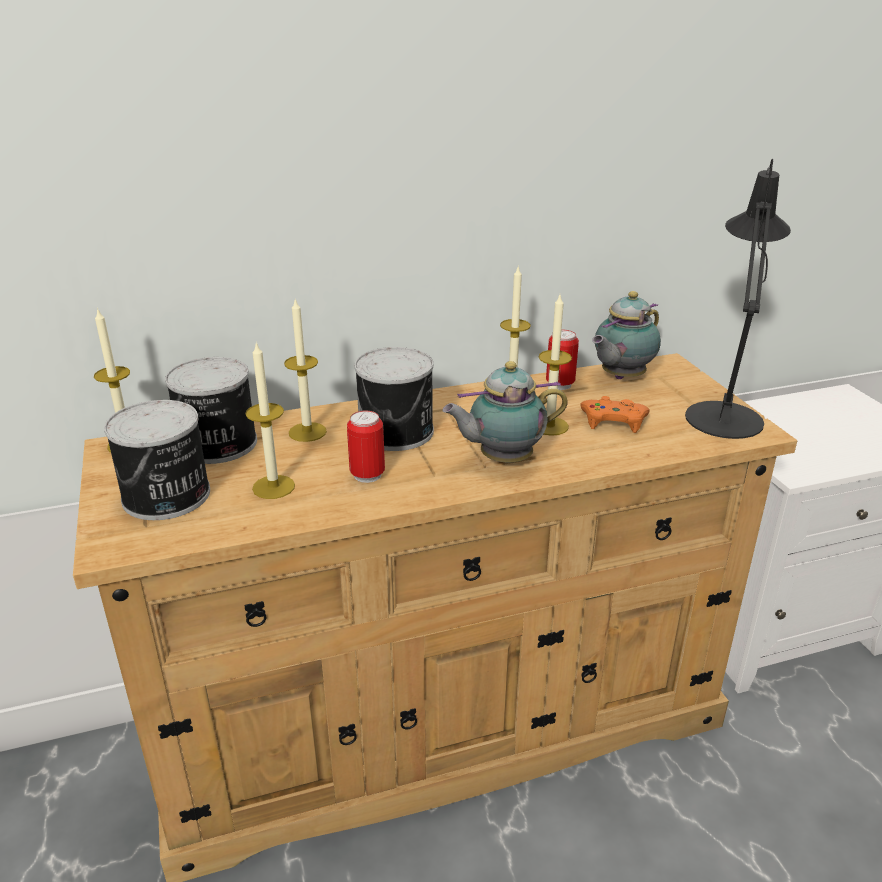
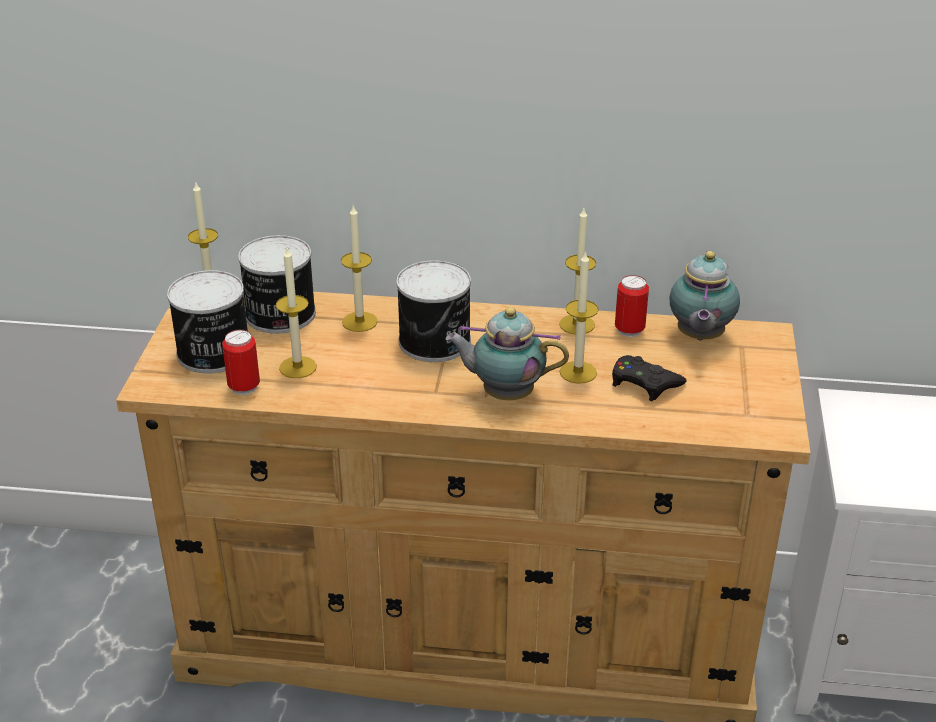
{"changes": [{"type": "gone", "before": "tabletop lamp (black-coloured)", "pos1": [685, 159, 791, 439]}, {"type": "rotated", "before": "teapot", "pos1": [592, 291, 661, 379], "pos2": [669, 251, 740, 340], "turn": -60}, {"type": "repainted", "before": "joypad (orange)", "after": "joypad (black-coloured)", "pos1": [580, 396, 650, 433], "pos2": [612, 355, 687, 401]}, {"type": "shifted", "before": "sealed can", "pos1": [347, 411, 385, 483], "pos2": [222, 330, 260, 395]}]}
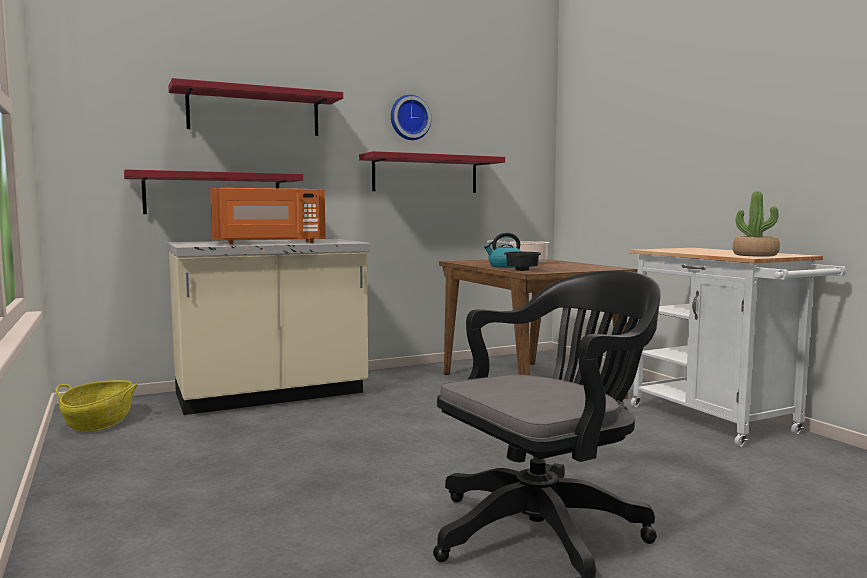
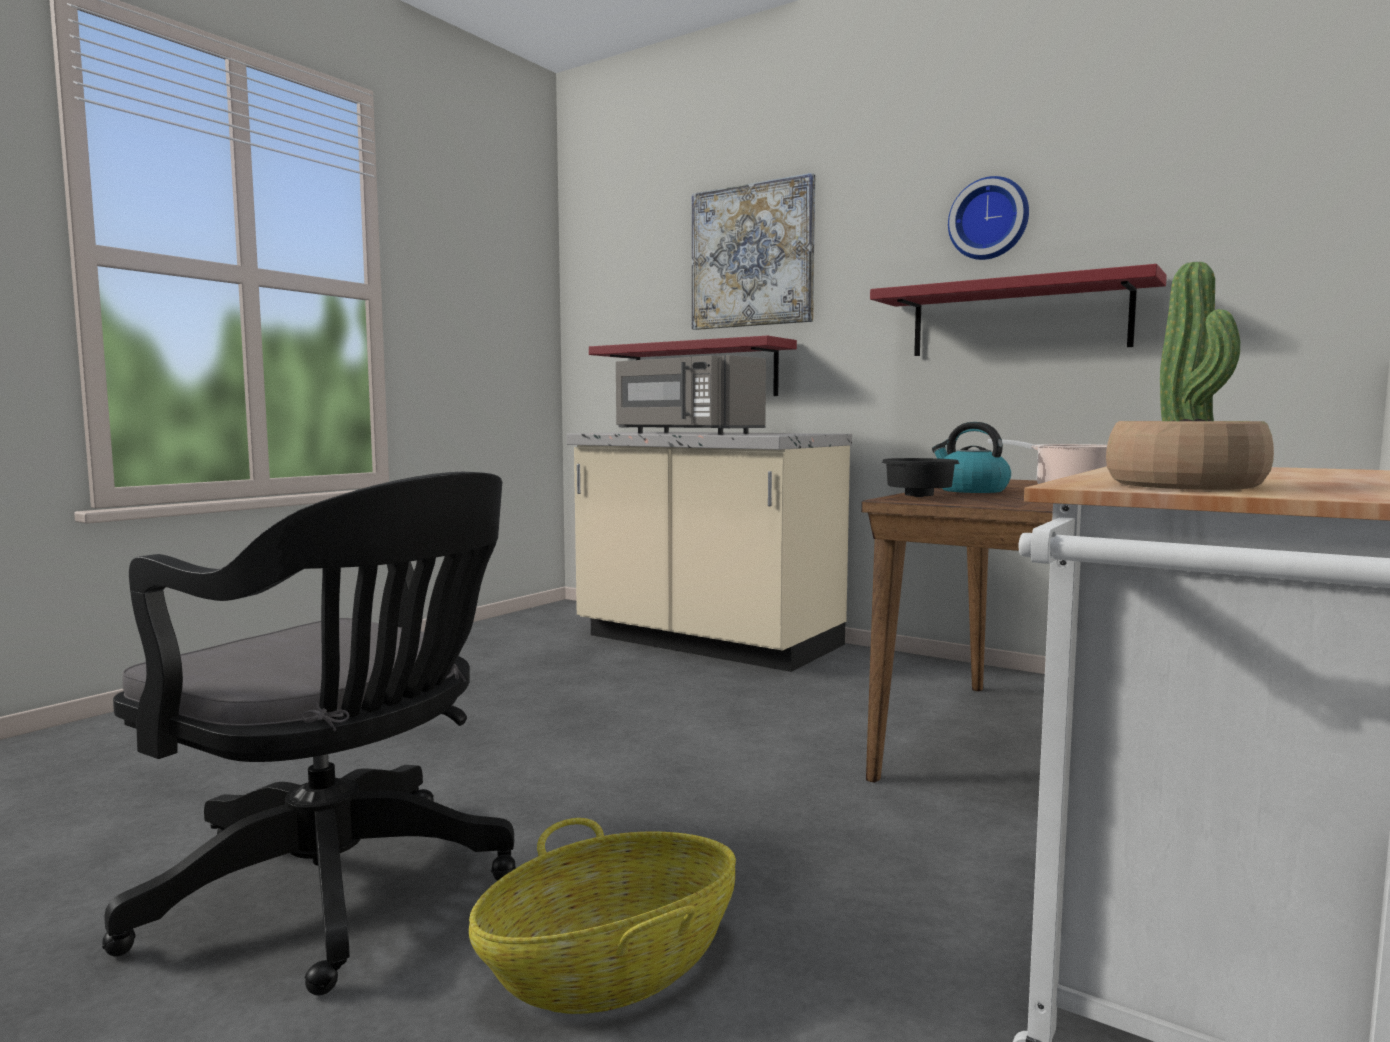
{"changes": [{"type": "swapped", "before": "shelf (red-coloured)", "after": "picture", "pos1": [168, 78, 343, 136], "pos2": [692, 173, 815, 330]}, {"type": "repainted", "before": "microwave oven (orange)", "after": "microwave oven (grey)", "pos1": [210, 188, 326, 244], "pos2": [616, 355, 766, 434]}, {"type": "shifted", "before": "storage basket", "pos1": [55, 380, 138, 432], "pos2": [469, 818, 736, 1014]}]}
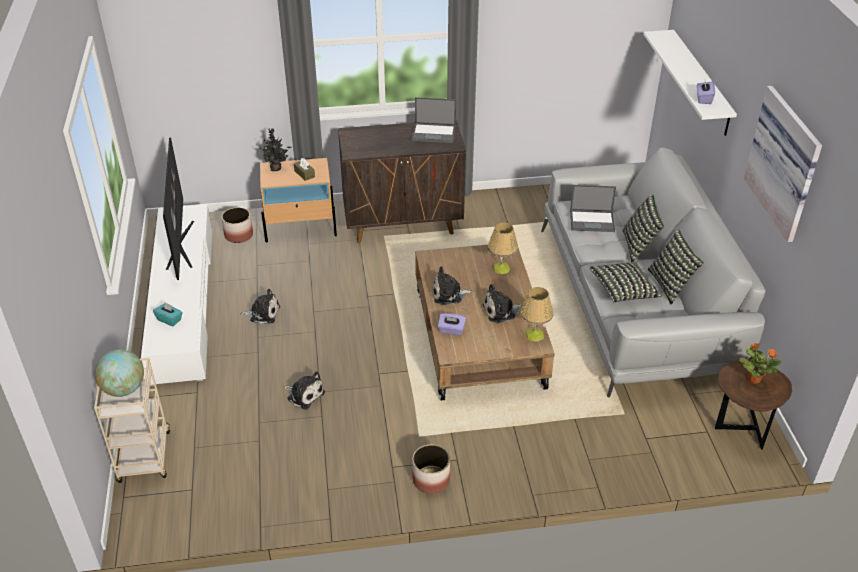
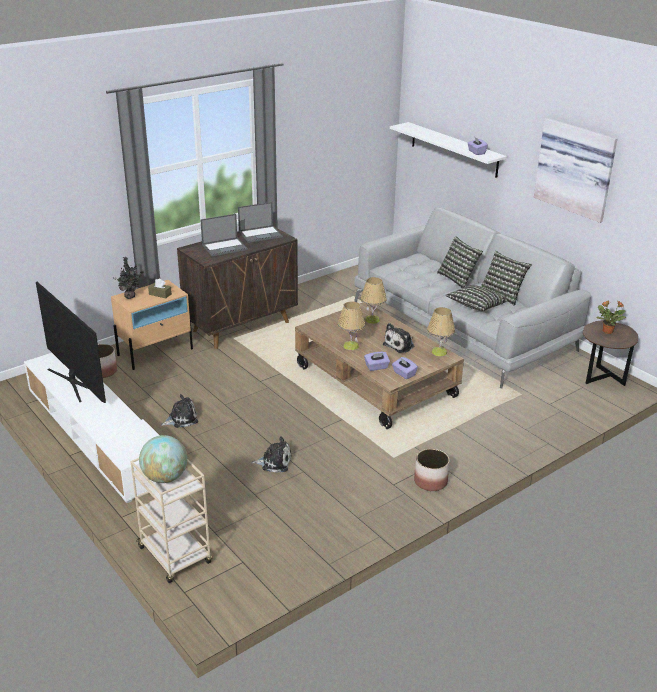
{"changes": [{"type": "shifted", "before": "portable computer", "pos1": [570, 185, 616, 232], "pos2": [200, 214, 248, 256]}, {"type": "swapped", "before": "plush toy", "after": "tabletop lamp", "pos1": [433, 266, 473, 305], "pos2": [338, 301, 365, 350]}, {"type": "gone", "before": "tissue holder (blue-green)", "pos1": [153, 302, 183, 326]}, {"type": "new", "after": "tissue holder (purple-coloured)", "pos2": [392, 357, 418, 379]}]}
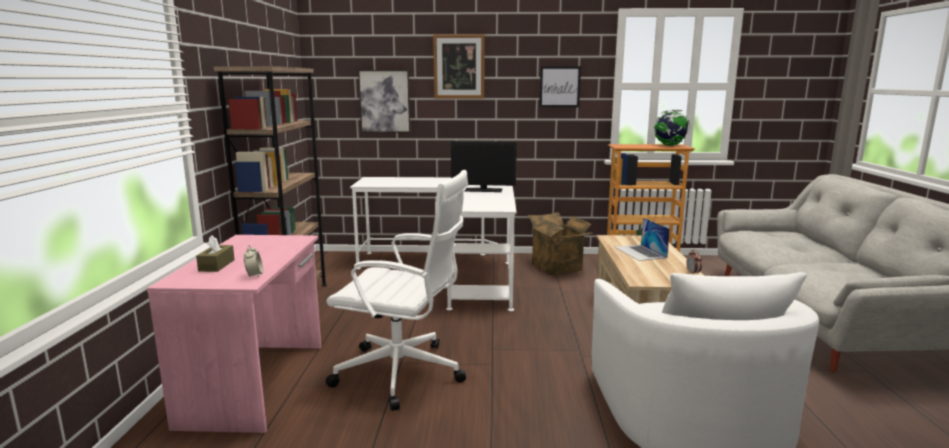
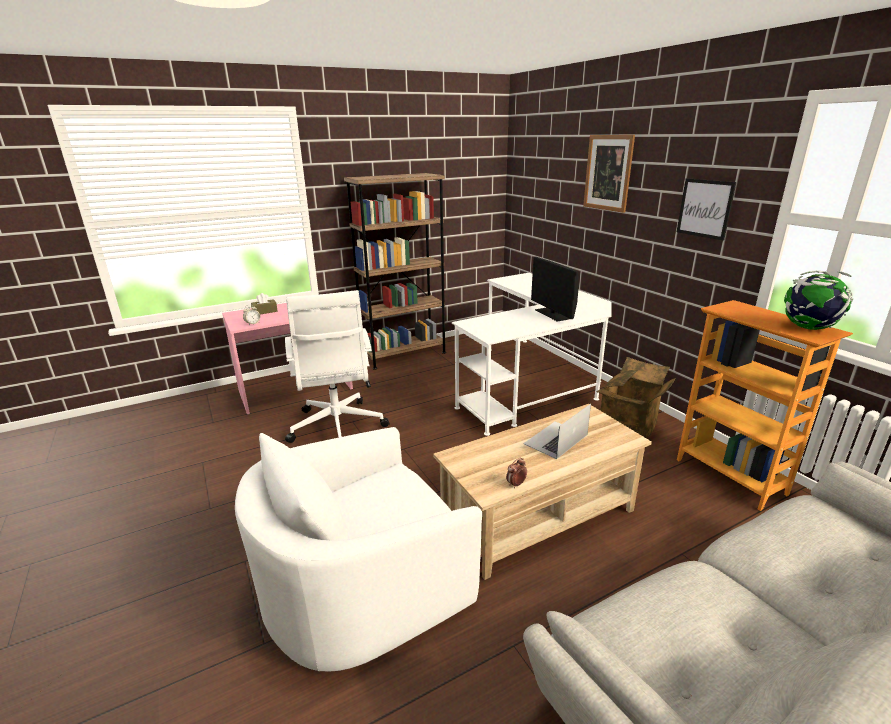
{"changes": [{"type": "gone", "before": "picture", "pos1": [358, 70, 411, 132]}]}
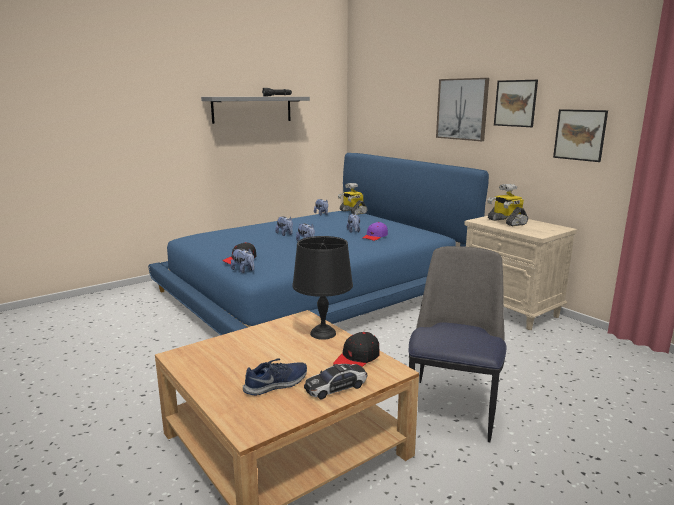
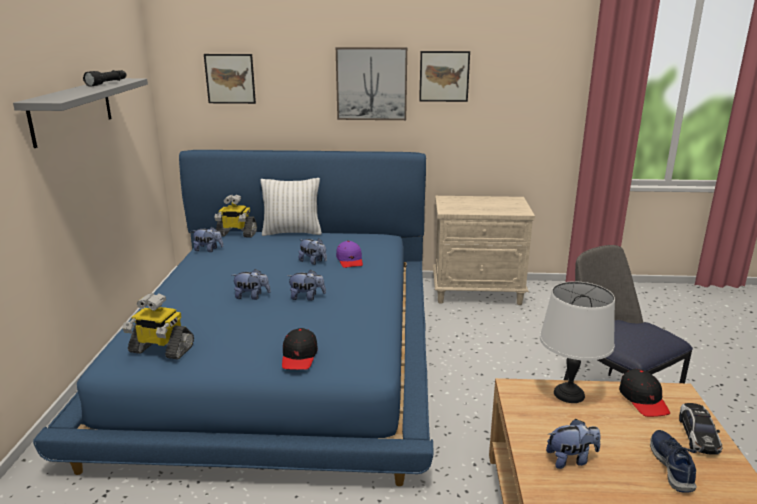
{"changes": [{"type": "shifted", "before": "picture", "pos1": [553, 109, 608, 162], "pos2": [204, 54, 256, 104]}, {"type": "shifted", "before": "toy robot", "pos1": [487, 184, 528, 226], "pos2": [122, 293, 194, 360]}, {"type": "repainted", "before": "tabletop lamp (black-coloured)", "after": "tabletop lamp (whitish)", "pos1": [292, 236, 353, 340], "pos2": [540, 281, 615, 403]}, {"type": "shifted", "before": "plush toy", "pos1": [231, 248, 254, 273], "pos2": [546, 419, 601, 469]}, {"type": "new", "after": "cushion (whitish)", "pos2": [260, 178, 322, 236]}]}
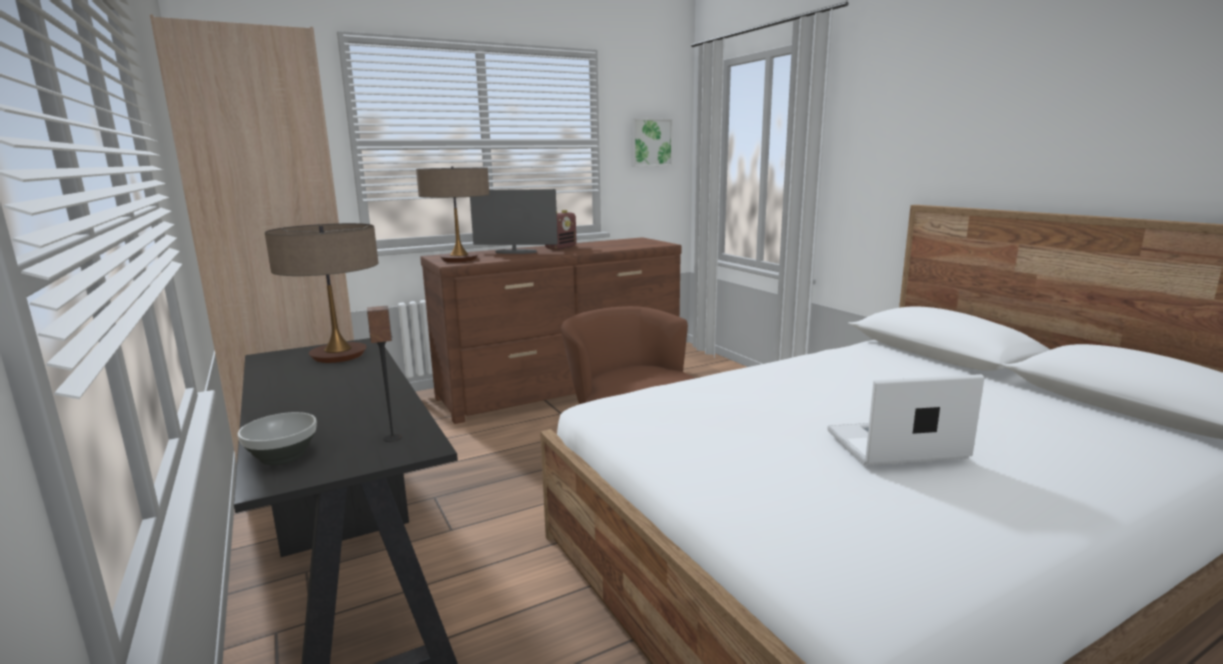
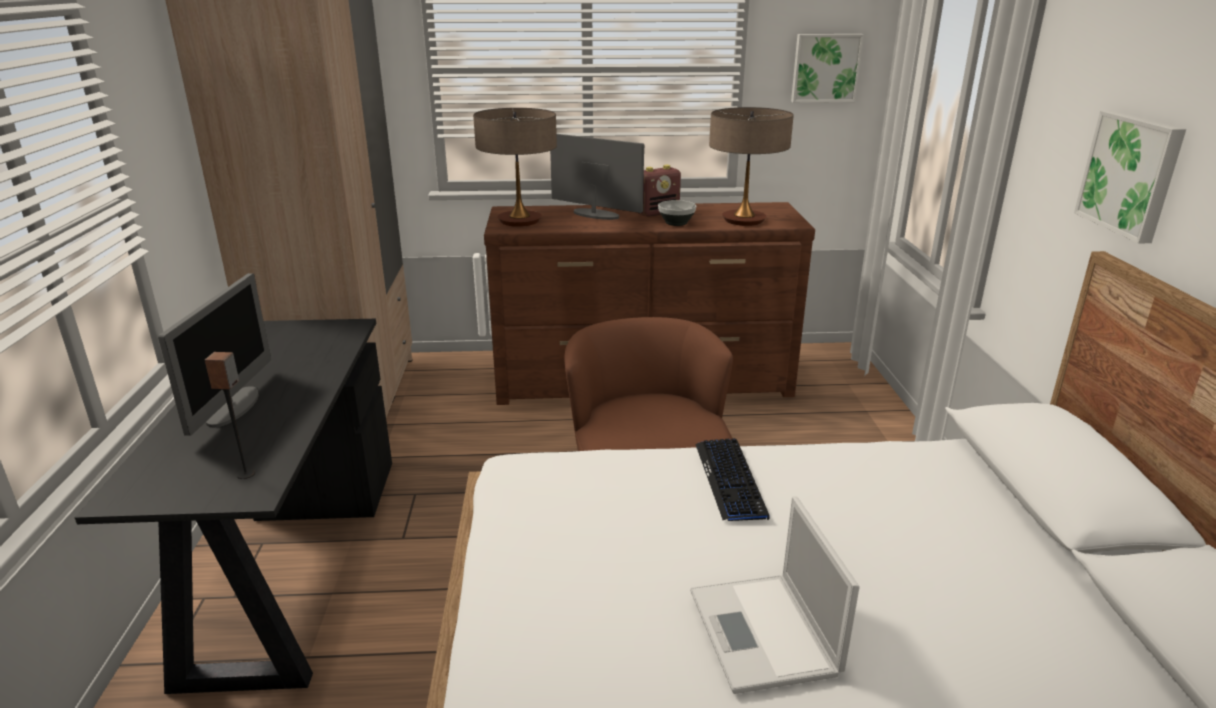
{"changes": [{"type": "shifted", "before": "tabletop lamp", "pos1": [265, 223, 378, 363], "pos2": [709, 107, 794, 226]}, {"type": "rotated", "before": "portable computer", "pos1": [827, 374, 984, 466], "pos2": [690, 496, 860, 694], "turn": -120}, {"type": "shifted", "before": "deep dish", "pos1": [237, 412, 317, 465], "pos2": [658, 200, 696, 226]}, {"type": "new", "after": "picture", "pos2": [1074, 111, 1186, 243]}, {"type": "new", "after": "computer screen", "pos2": [158, 273, 271, 436]}, {"type": "new", "after": "keyboard", "pos2": [695, 438, 770, 521]}]}
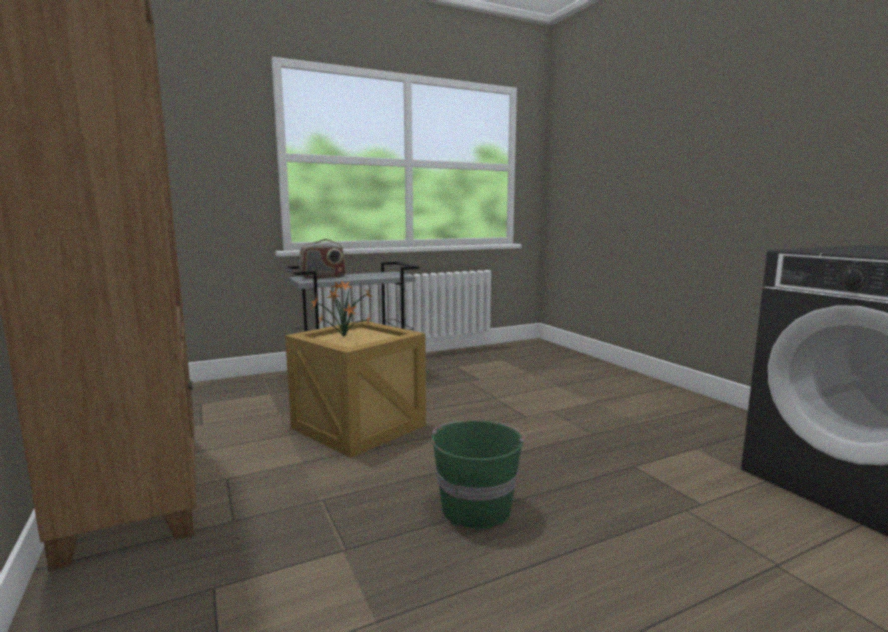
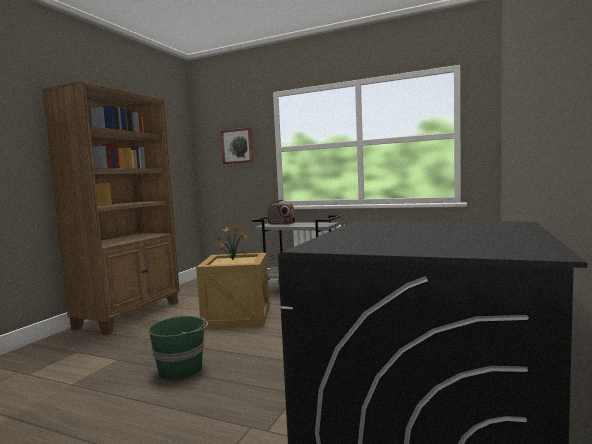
{"changes": [{"type": "new", "after": "picture", "pos2": [221, 127, 253, 164]}]}
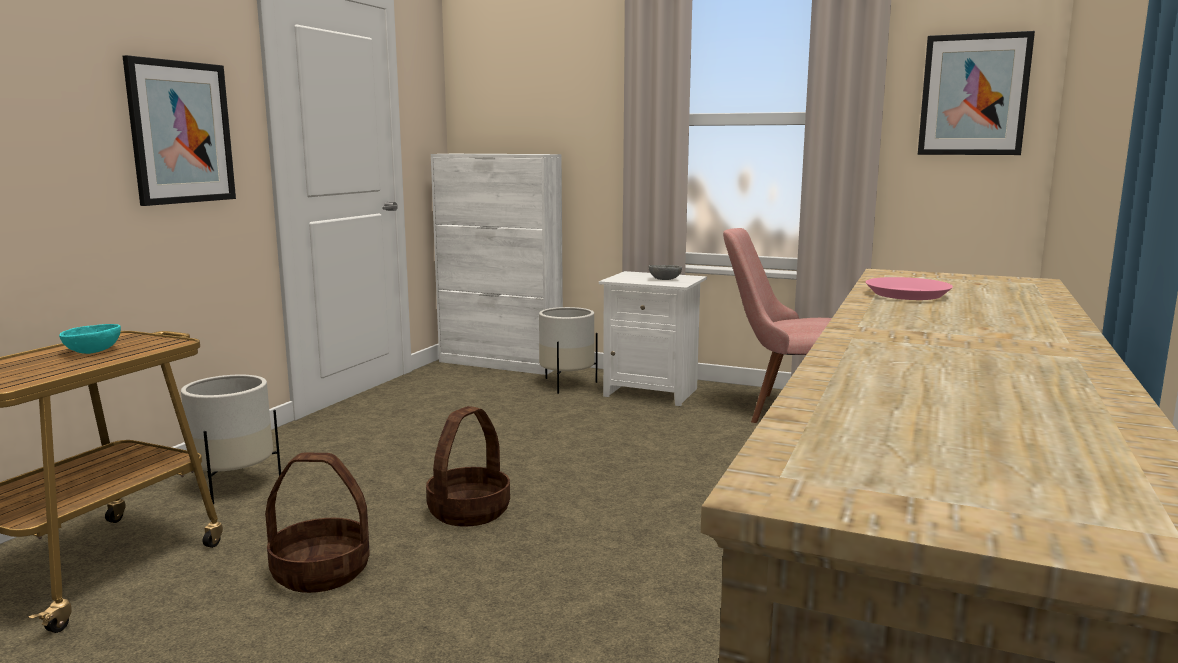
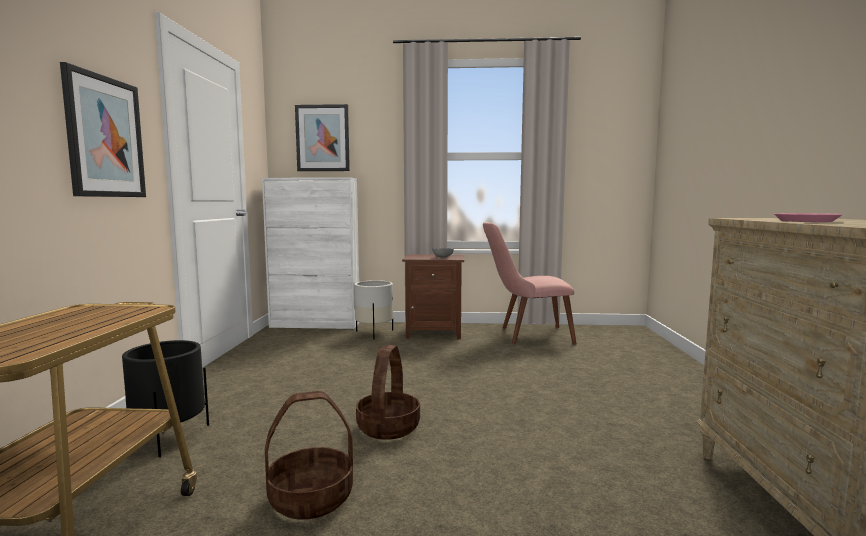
{"changes": [{"type": "shifted", "before": "picture", "pos1": [918, 31, 1035, 155], "pos2": [295, 104, 350, 171]}, {"type": "repainted", "before": "nightstand (whitish)", "after": "nightstand (brownish)", "pos1": [599, 271, 707, 406], "pos2": [402, 254, 464, 339]}, {"type": "gone", "before": "deep dish (blue-green)", "pos1": [59, 324, 121, 354]}, {"type": "repainted", "before": "planter (whitish)", "after": "planter (black-coloured)", "pos1": [181, 375, 281, 504], "pos2": [122, 340, 209, 457]}]}
